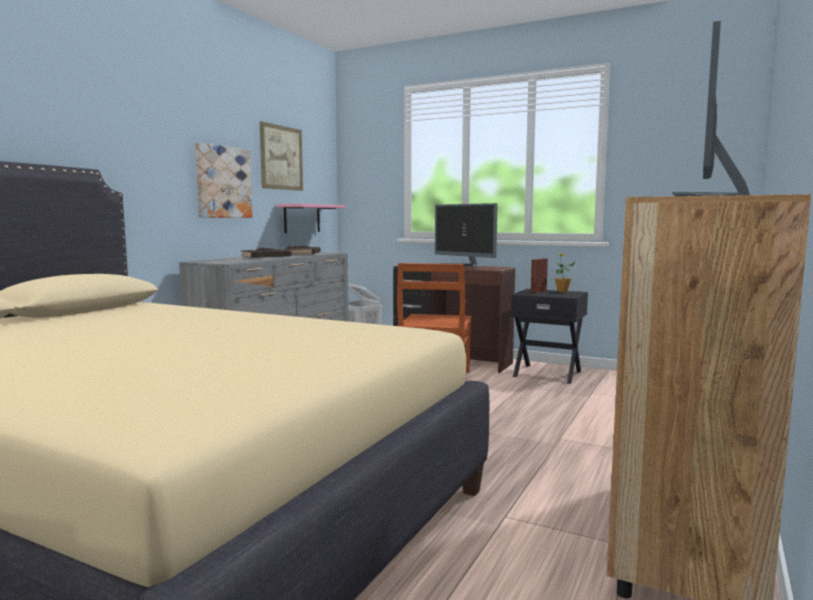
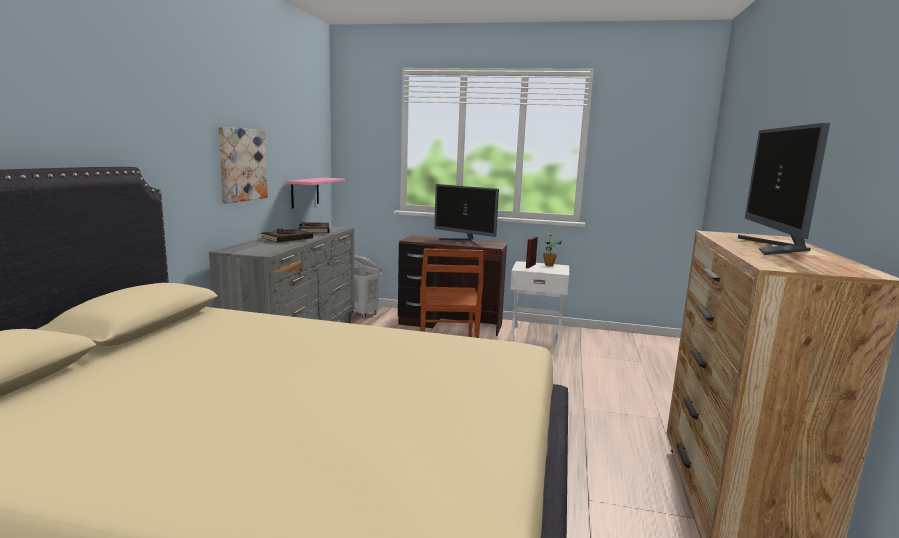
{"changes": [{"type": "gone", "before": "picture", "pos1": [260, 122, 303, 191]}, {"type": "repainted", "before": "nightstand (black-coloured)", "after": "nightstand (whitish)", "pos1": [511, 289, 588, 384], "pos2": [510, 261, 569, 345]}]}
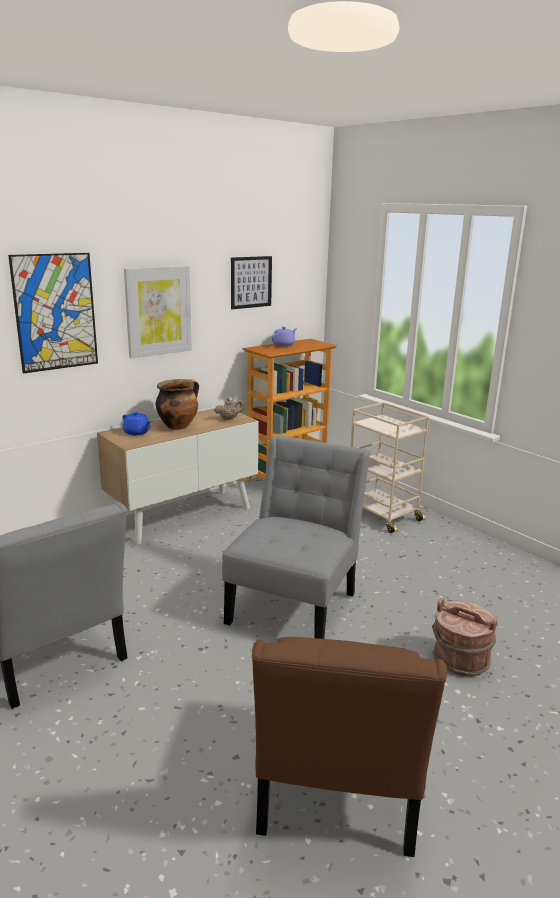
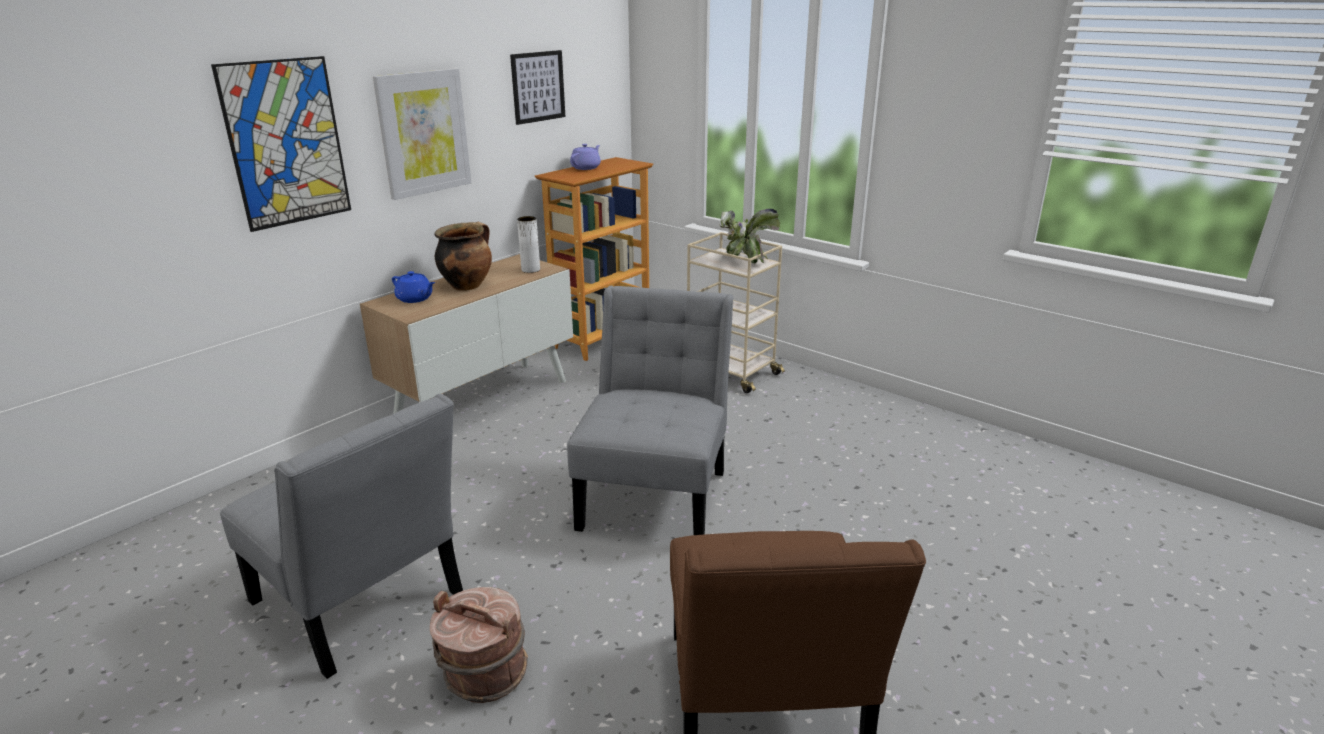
{"changes": [{"type": "swapped", "before": "teapot (beige)", "after": "decorative vase (whitish)", "pos1": [215, 398, 244, 420], "pos2": [517, 216, 540, 273]}, {"type": "shifted", "before": "water bucket (brownish)", "pos1": [432, 598, 498, 677], "pos2": [430, 587, 528, 703]}, {"type": "new", "after": "potted plant", "pos2": [719, 209, 780, 263]}]}
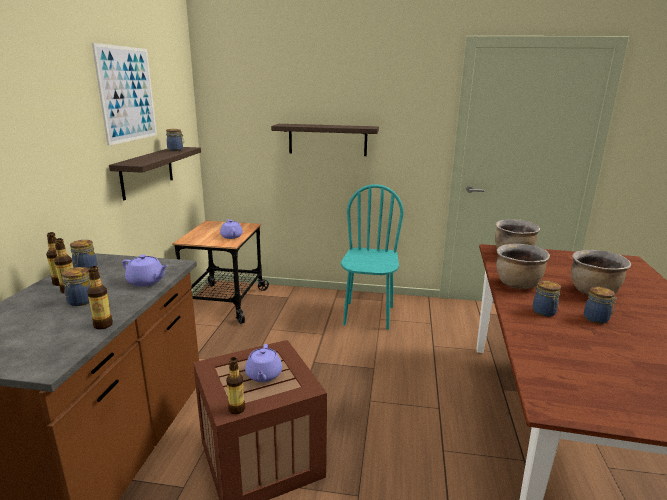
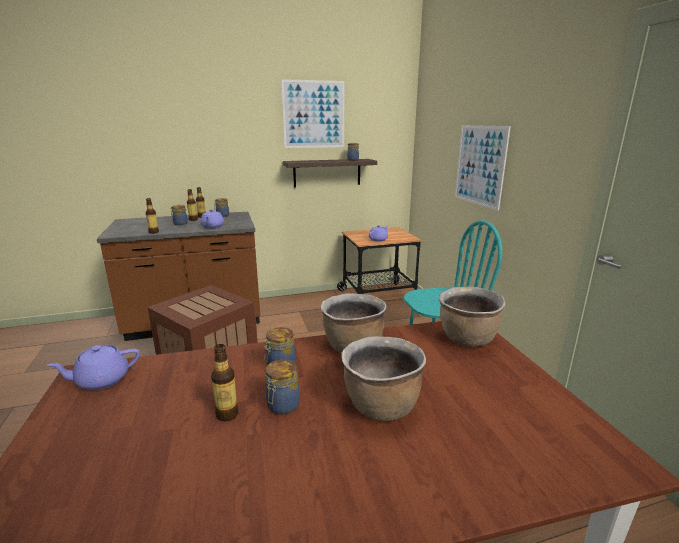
{"changes": [{"type": "swapped", "before": "shelf", "after": "picture", "pos1": [271, 124, 379, 156], "pos2": [455, 125, 511, 211]}, {"type": "shifted", "before": "teapot (purple-coloured)", "pos1": [245, 344, 282, 382], "pos2": [47, 345, 140, 390]}, {"type": "shifted", "before": "bottle", "pos1": [226, 357, 245, 414], "pos2": [211, 344, 239, 421]}]}
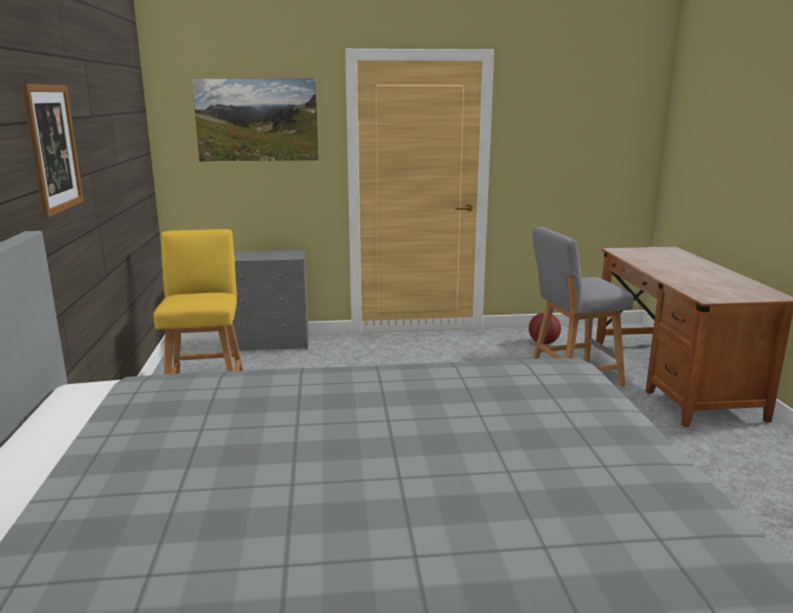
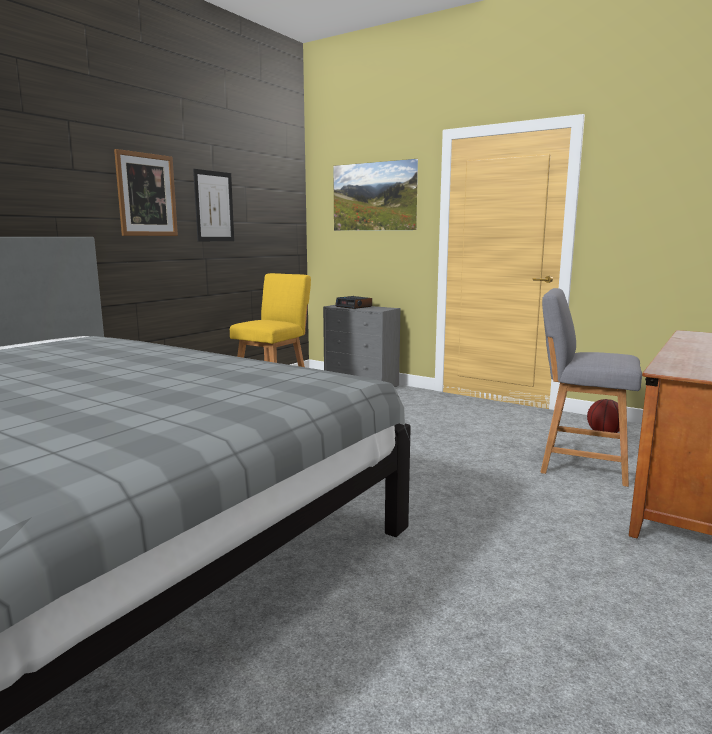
{"changes": [{"type": "new", "after": "picture", "pos2": [193, 169, 234, 241]}, {"type": "new", "after": "alarm clock", "pos2": [335, 296, 372, 309]}]}
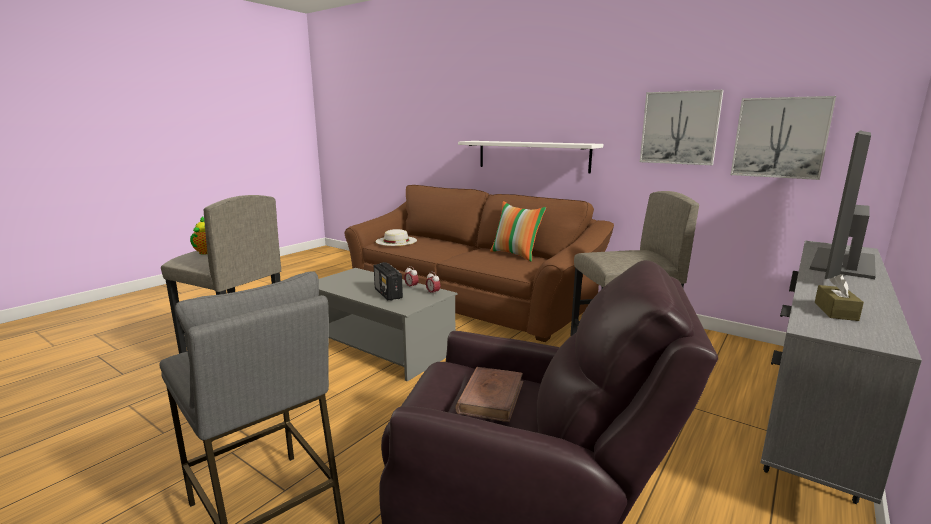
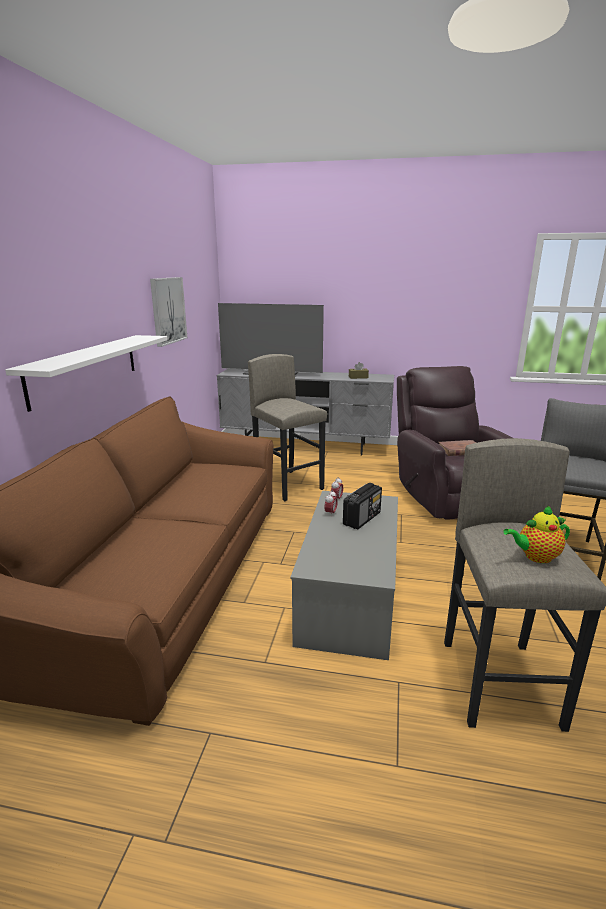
{"changes": [{"type": "gone", "before": "picture", "pos1": [731, 96, 836, 180]}, {"type": "gone", "before": "cushion", "pos1": [490, 201, 546, 262]}, {"type": "gone", "before": "hat (whitish)", "pos1": [376, 229, 417, 246]}]}
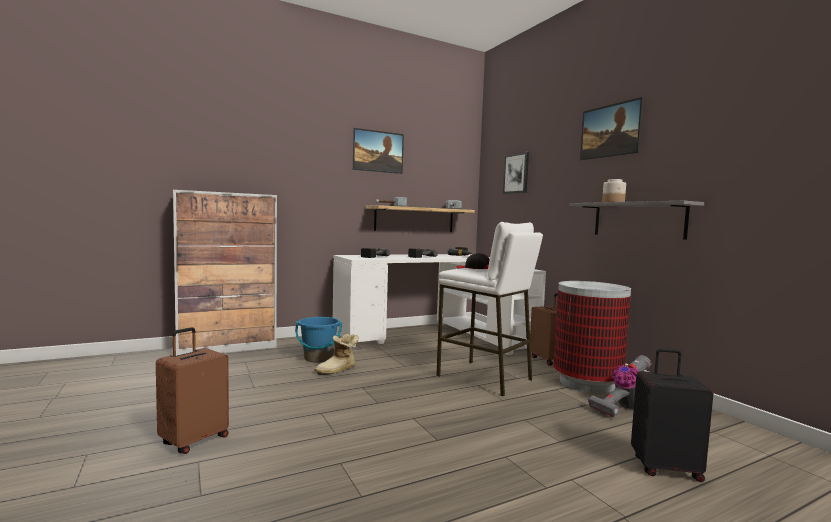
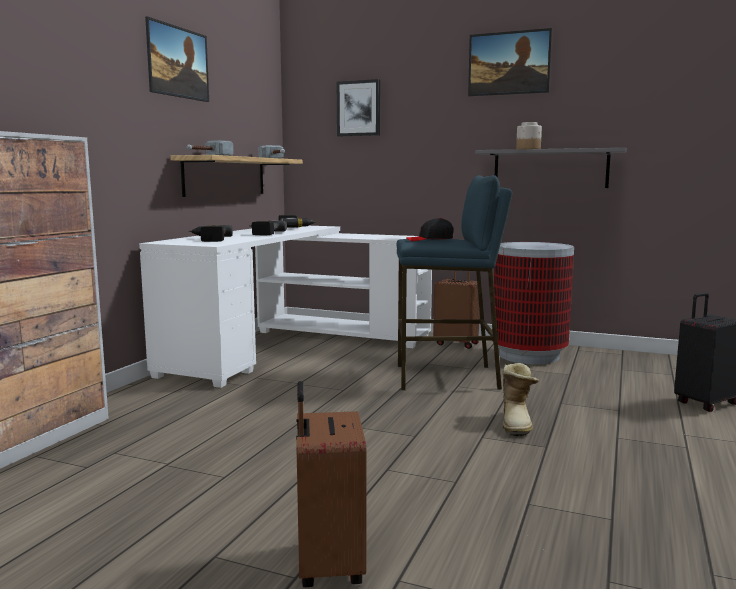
{"changes": [{"type": "repainted", "before": "stool (whitish)", "after": "stool (blue-coloured)", "pos1": [436, 222, 543, 397], "pos2": [397, 175, 513, 390]}, {"type": "gone", "before": "water bucket (blue-coloured)", "pos1": [295, 317, 342, 363]}, {"type": "shifted", "before": "tall boot", "pos1": [314, 334, 358, 375], "pos2": [503, 363, 539, 437]}, {"type": "gone", "before": "hoover", "pos1": [588, 355, 652, 417]}]}
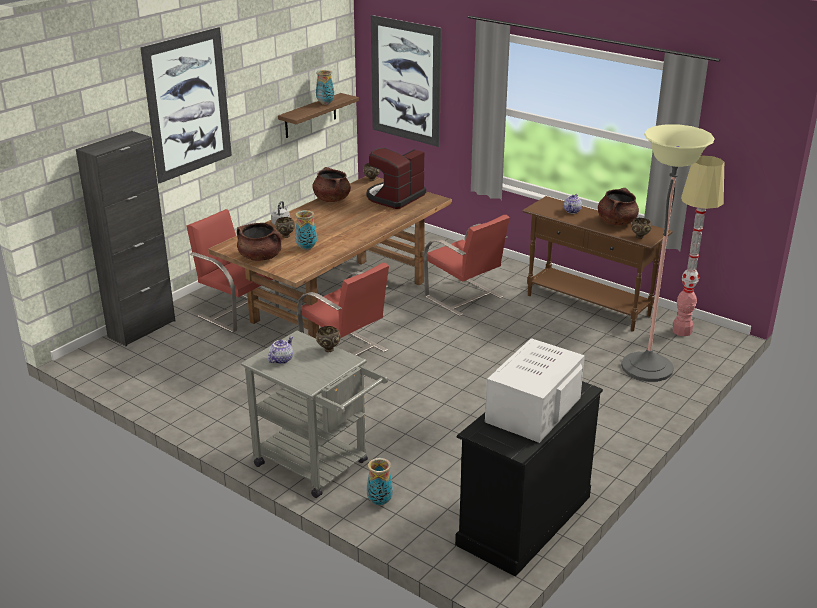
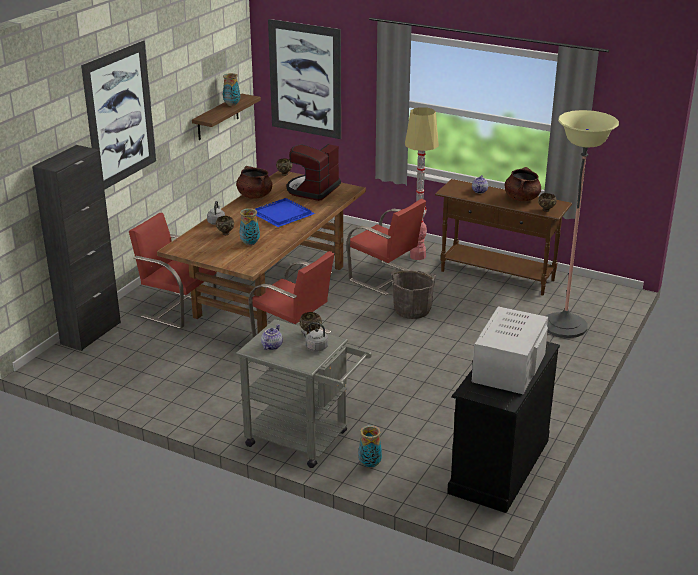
{"changes": [{"type": "shifted", "before": "standard lamp", "pos1": [673, 156, 724, 336], "pos2": [405, 107, 439, 260]}, {"type": "gone", "before": "stockpot (brownish)", "pos1": [237, 223, 281, 261]}, {"type": "new", "after": "carrying tray (blue-coloured)", "pos2": [255, 198, 315, 227]}, {"type": "new", "after": "water bucket (grey)", "pos2": [391, 269, 436, 319]}, {"type": "new", "after": "water kettle (grey)", "pos2": [301, 322, 328, 352]}]}
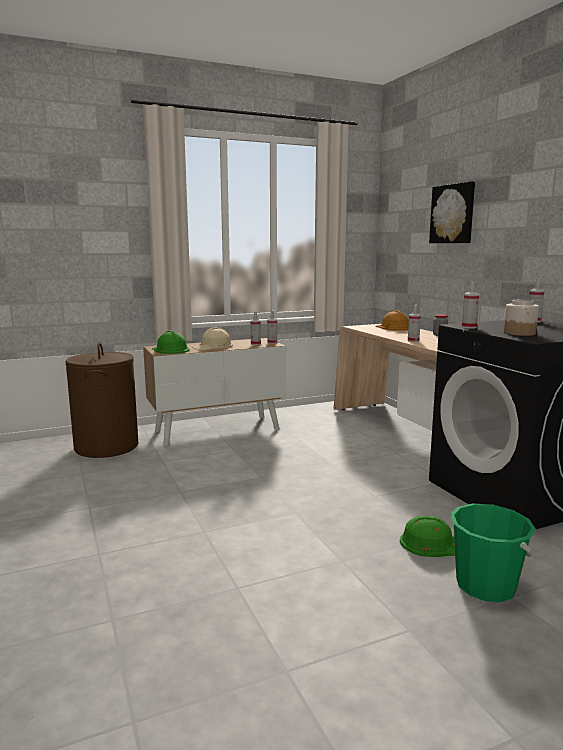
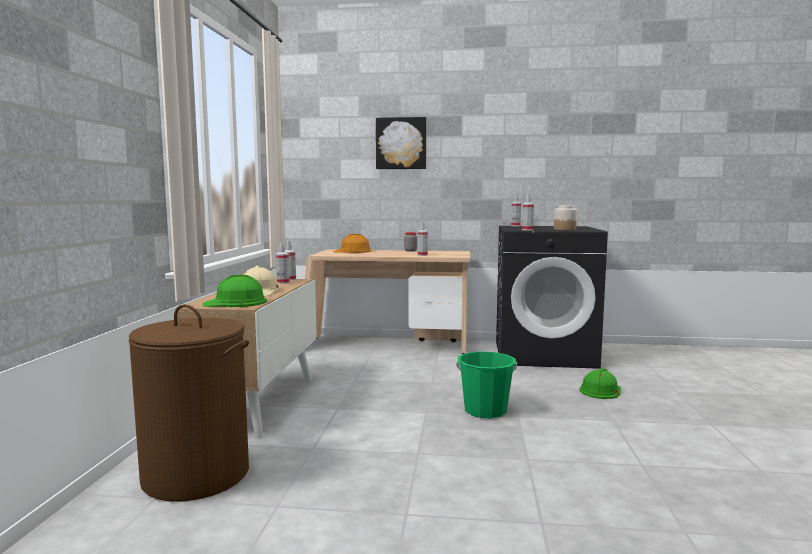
{"changes": [{"type": "shifted", "before": "water bucket (green-coloured)", "pos1": [450, 504, 536, 602], "pos2": [456, 351, 517, 418]}]}
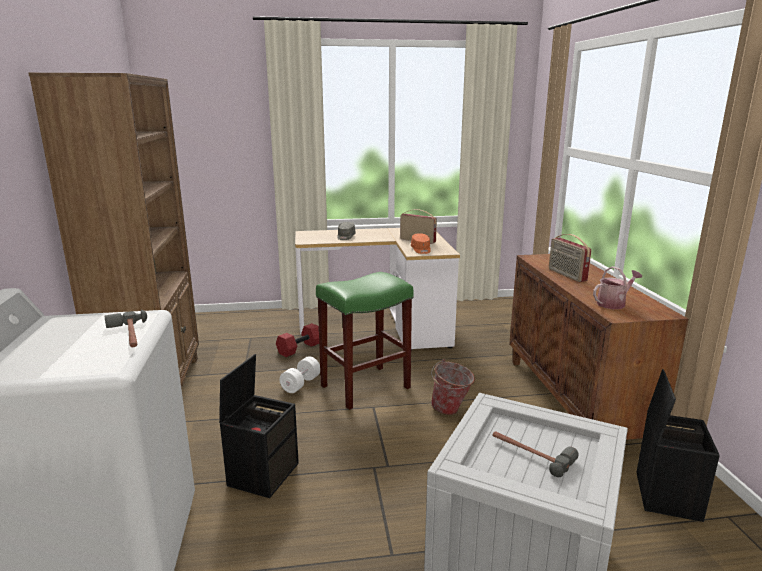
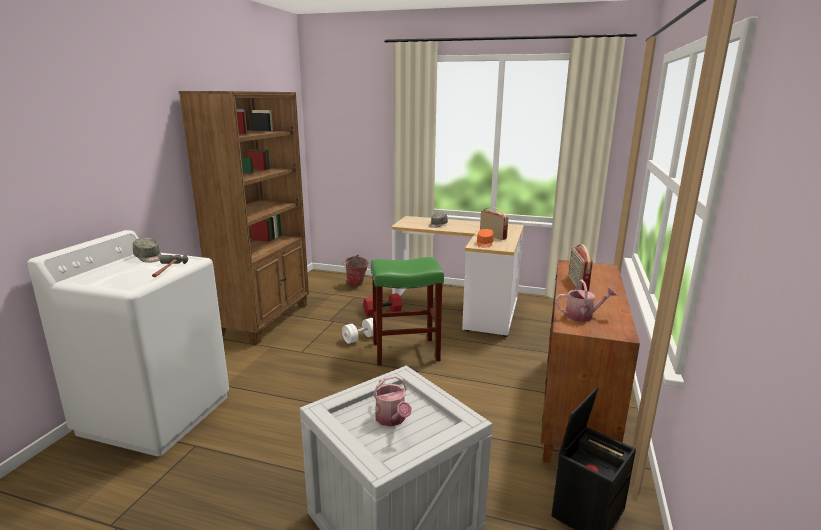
{"changes": [{"type": "gone", "before": "storage container (black-coloured)", "pos1": [219, 354, 299, 498]}, {"type": "shifted", "before": "water bucket", "pos1": [431, 359, 475, 415], "pos2": [343, 255, 369, 286]}, {"type": "swapped", "before": "hand hammer", "after": "sprinkling can", "pos1": [492, 431, 579, 477], "pos2": [373, 376, 412, 426]}, {"type": "new", "after": "peaked cap (grey)", "pos2": [133, 238, 161, 263]}]}
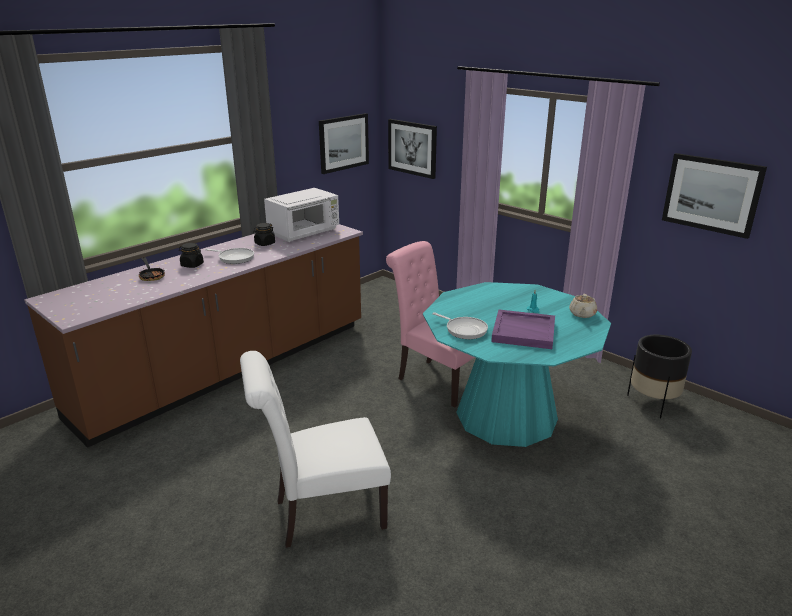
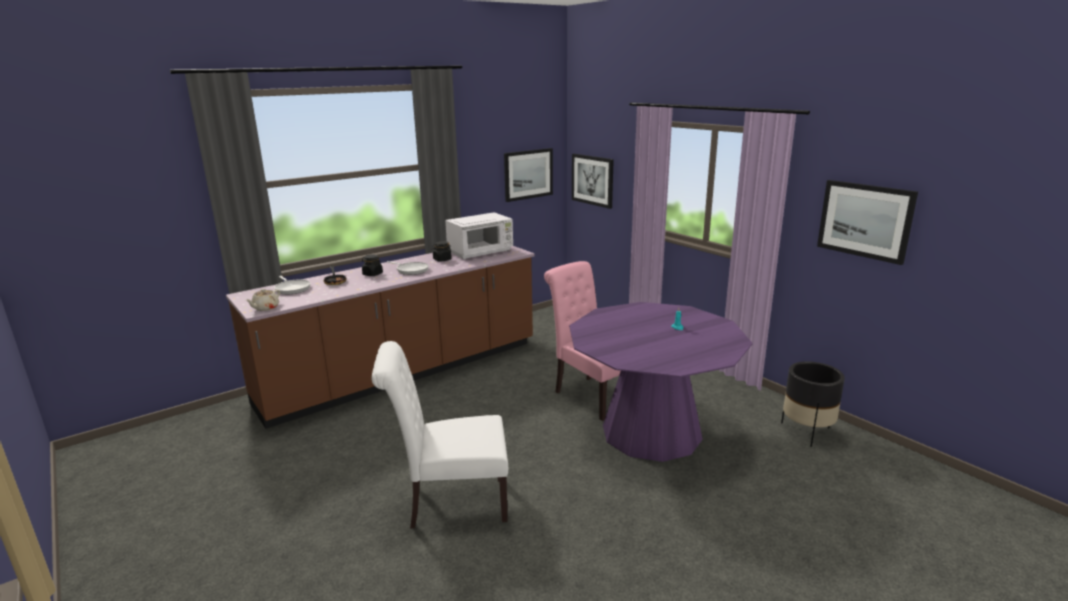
{"changes": [{"type": "repainted", "before": "dinner table (blue-green)", "after": "dinner table (purple-coloured)", "pos1": [423, 282, 611, 447], "pos2": [569, 302, 753, 462]}, {"type": "shifted", "before": "teapot (beige)", "pos1": [569, 294, 597, 318], "pos2": [246, 289, 280, 311]}, {"type": "gone", "before": "carrying tray (purple-coloured)", "pos1": [491, 310, 555, 349]}, {"type": "shifted", "before": "skillet", "pos1": [432, 312, 488, 339], "pos2": [274, 276, 311, 294]}]}
